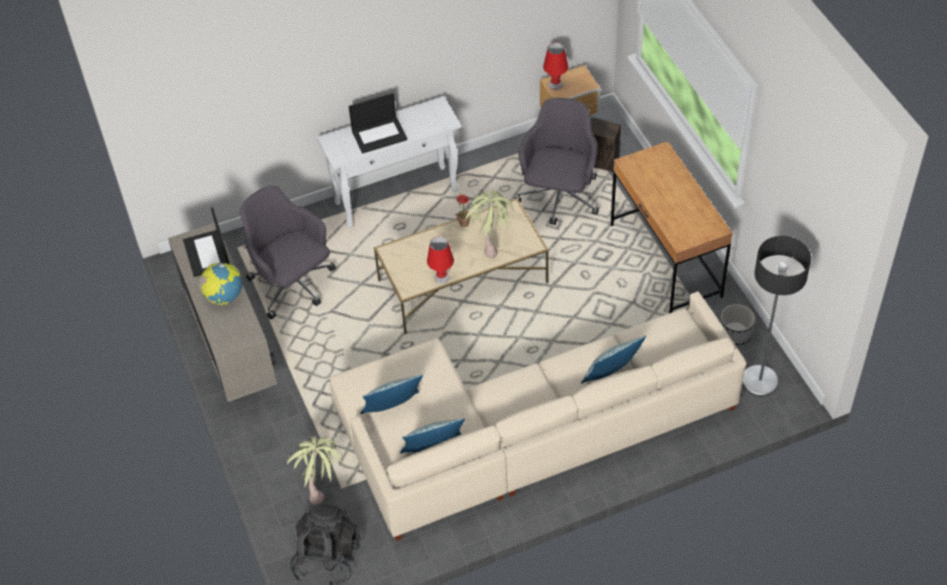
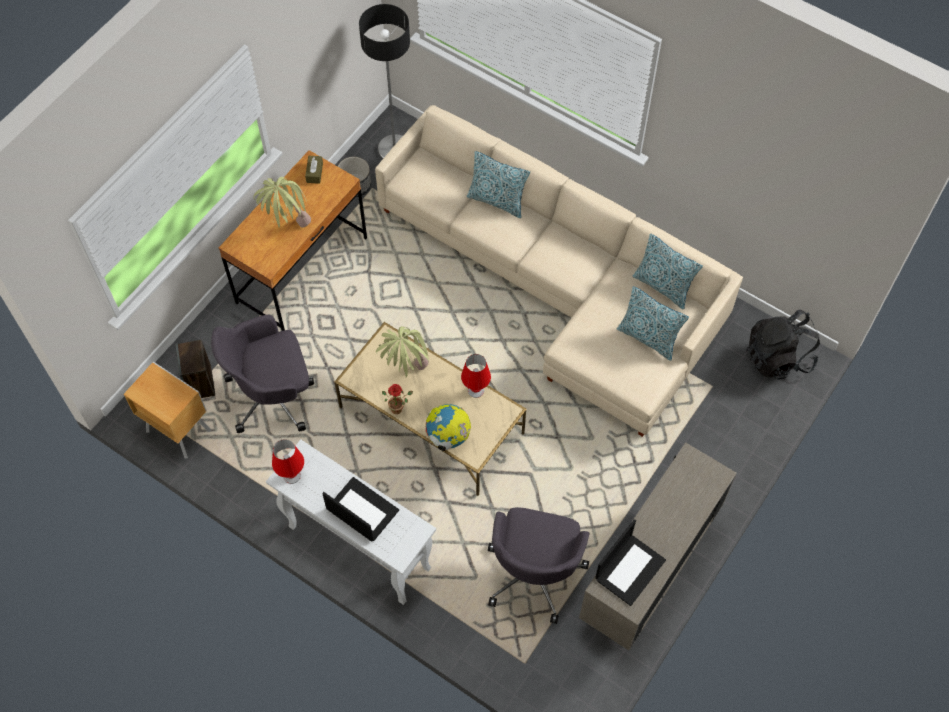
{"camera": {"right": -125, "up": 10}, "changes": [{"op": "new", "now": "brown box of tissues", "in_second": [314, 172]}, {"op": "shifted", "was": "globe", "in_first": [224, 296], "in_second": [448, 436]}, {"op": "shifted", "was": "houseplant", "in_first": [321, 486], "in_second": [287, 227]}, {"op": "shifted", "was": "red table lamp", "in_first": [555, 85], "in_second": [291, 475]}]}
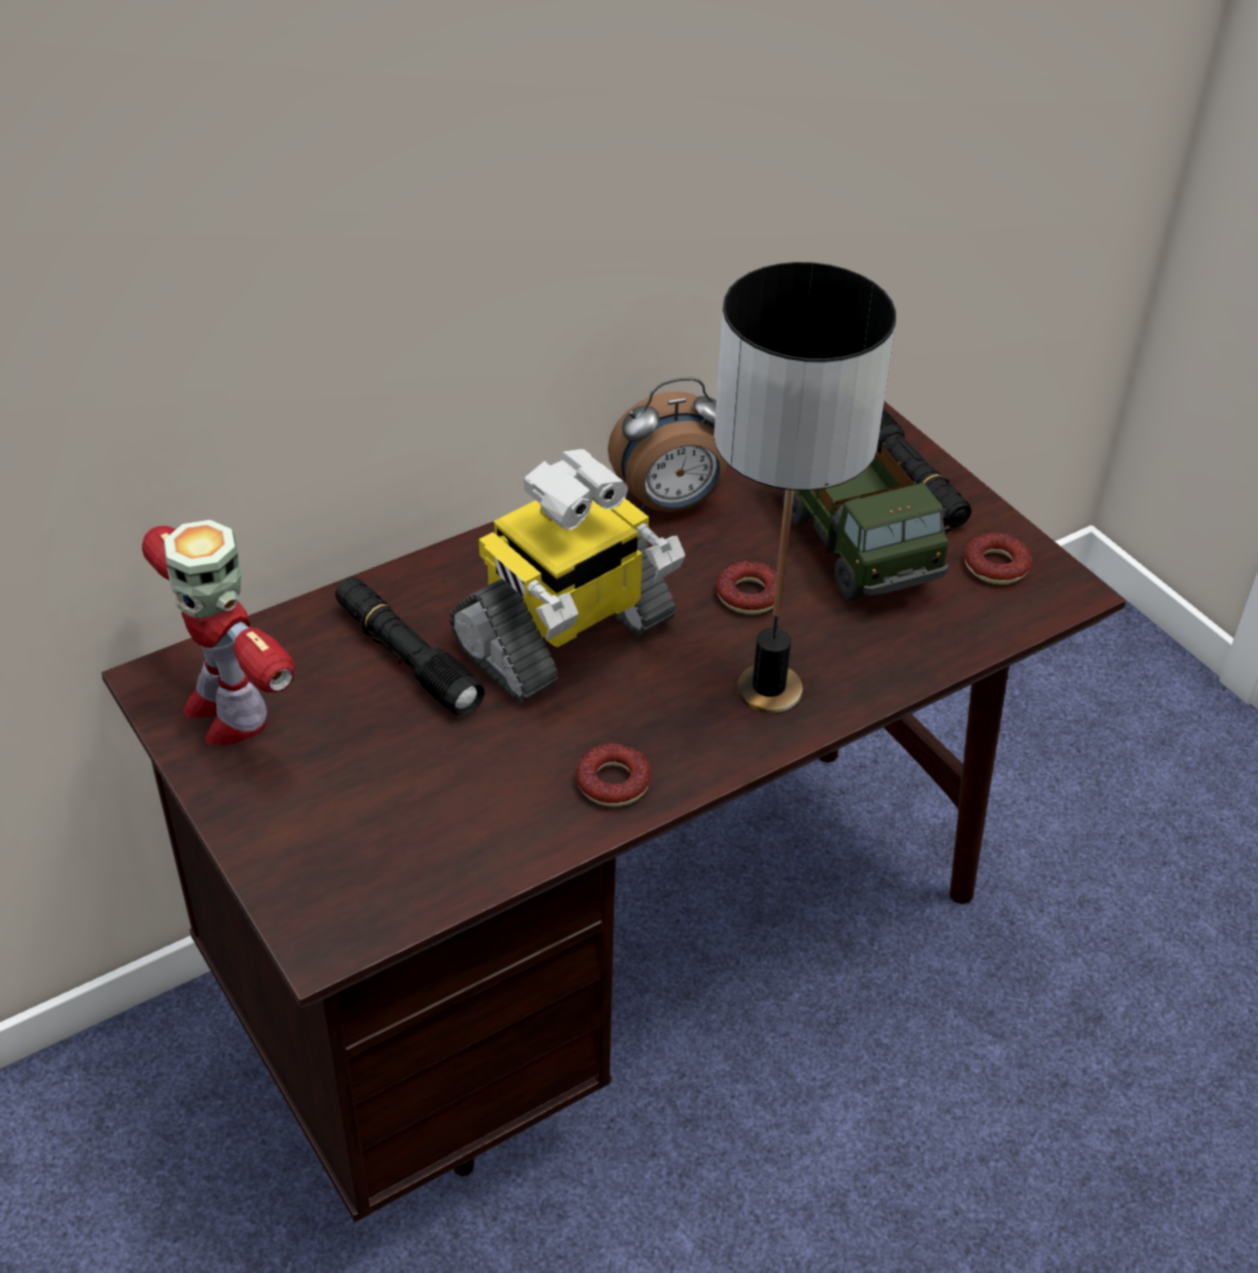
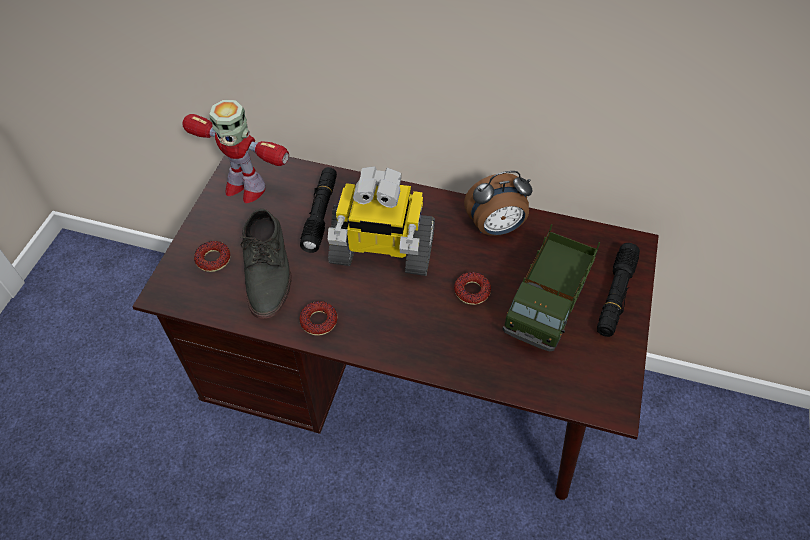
{"camera": {"right": 50, "up": 10}, "changes": [{"op": "gone", "was": "table lamp", "in_first": [767, 689]}, {"op": "new", "now": "greyish shoe", "in_second": [268, 270]}, {"op": "shifted", "was": "ring doughnut", "in_first": [995, 566], "in_second": [213, 259]}, {"op": "rotated", "was": "model robot", "in_first": [227, 711], "in_second": [244, 187], "clockwise": -75}, {"op": "rotated", "was": "bedside clock", "in_first": [670, 503], "in_second": [495, 228], "clockwise": -45}]}
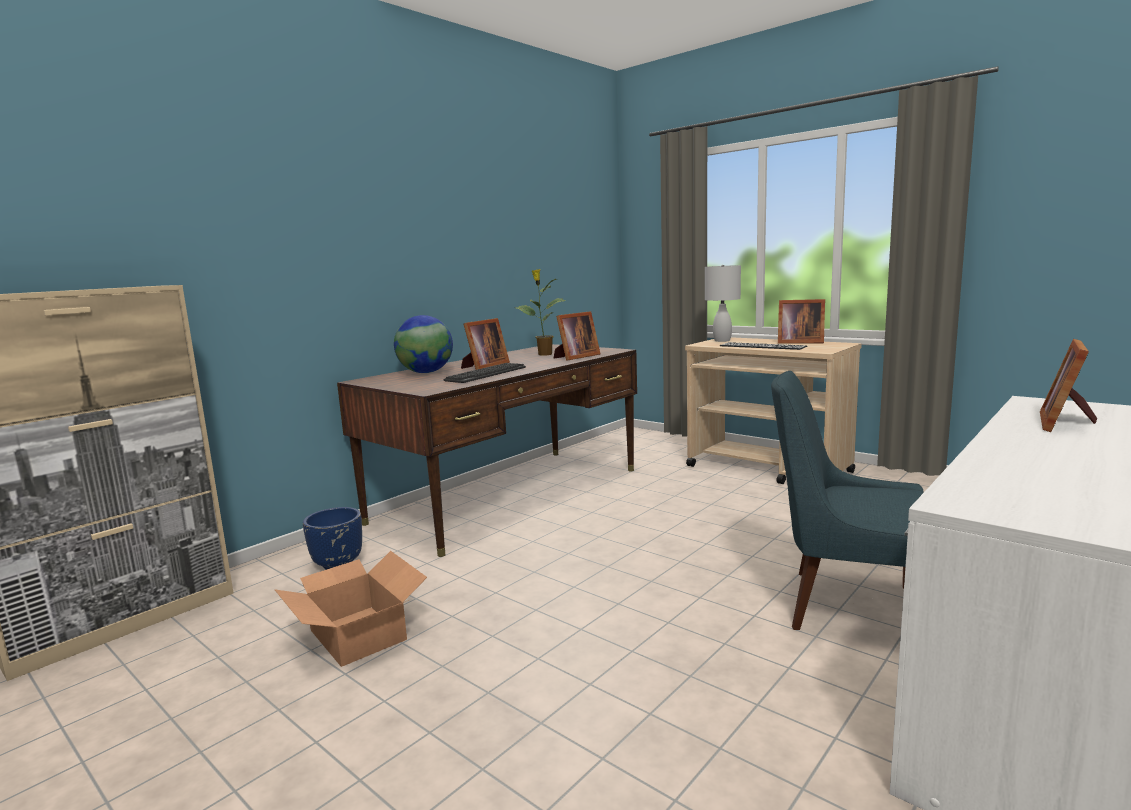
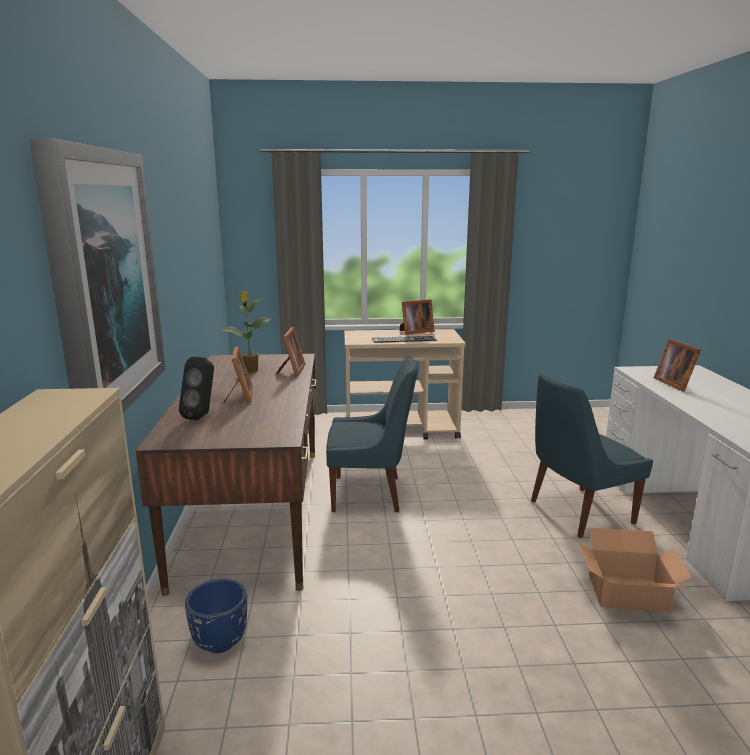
{"camera": {"right": -45, "up": 5}, "changes": [{"op": "gone", "was": "keyboard", "in_first": [486, 374]}, {"op": "gone", "was": "white table lamp", "in_first": [721, 340]}, {"op": "new", "now": "wall picture", "in_second": [103, 281]}, {"op": "new", "now": "blue-coloured plain chair", "in_second": [370, 494]}, {"op": "shifted", "was": "packing box", "in_first": [358, 634], "in_second": [626, 592]}, {"op": "swapped", "was": "globe", "now": "blackish loudspeaker", "in_first": [426, 372], "in_second": [202, 416]}]}
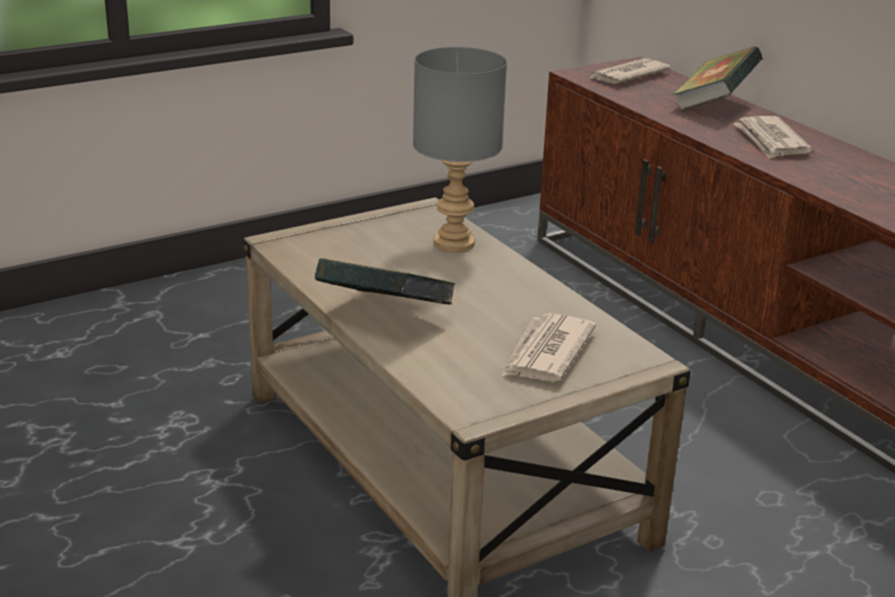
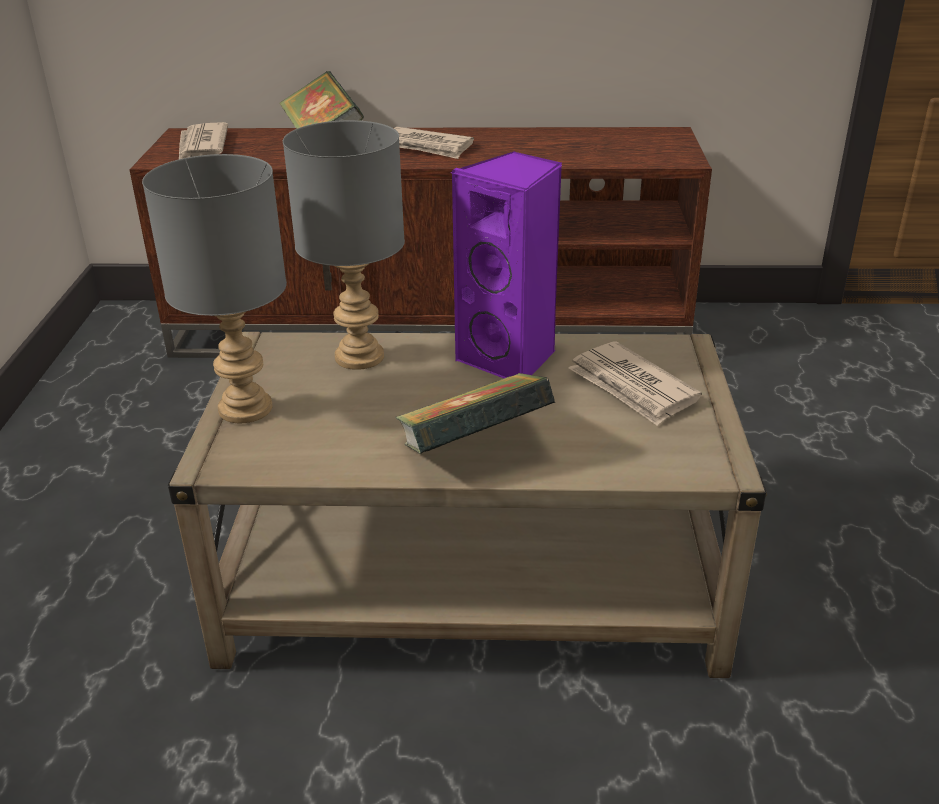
{"camera": {"right": -55, "up": 5}, "changes": [{"op": "new", "now": "greyish table lamp", "in_second": [245, 407]}, {"op": "new", "now": "purplish loudspeaker", "in_second": [511, 359]}]}
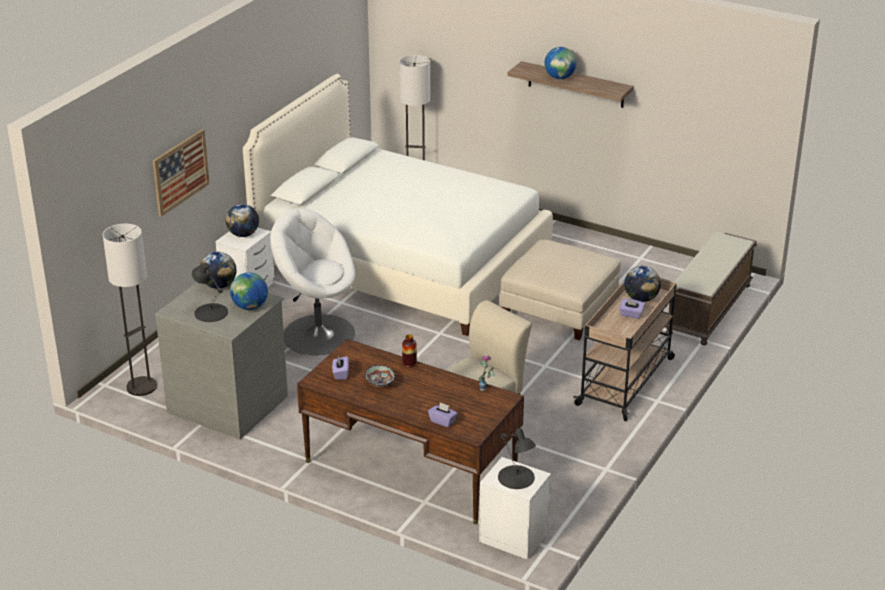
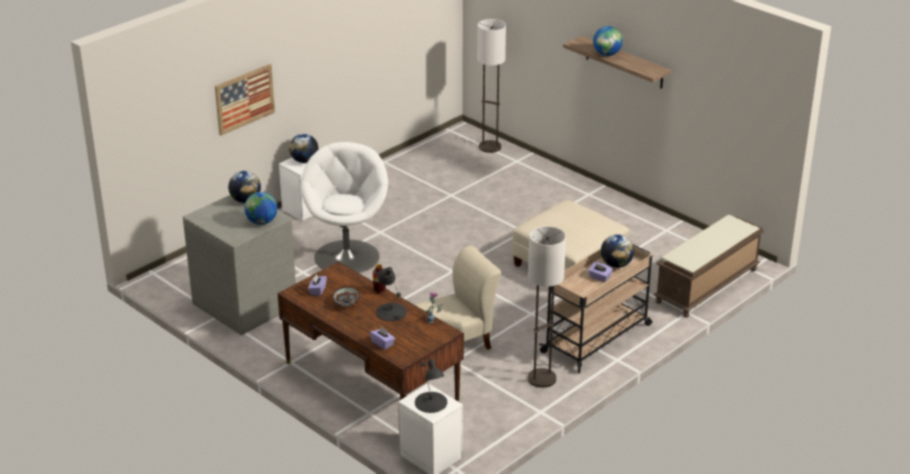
{"camera": {"right": 15, "up": 0}, "changes": [{"op": "gone", "was": "white bedroom bed", "in_first": [401, 262]}, {"op": "shifted", "was": "standing lamp", "in_first": [141, 387], "in_second": [542, 378]}, {"op": "shifted", "was": "blackish table lamp", "in_first": [211, 312], "in_second": [391, 311]}, {"op": "rotated", "was": "white armchair", "in_first": [317, 334], "in_second": [347, 256], "clockwise": 60}]}
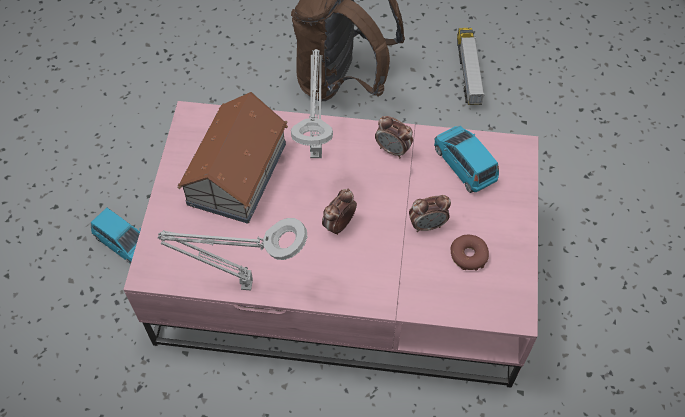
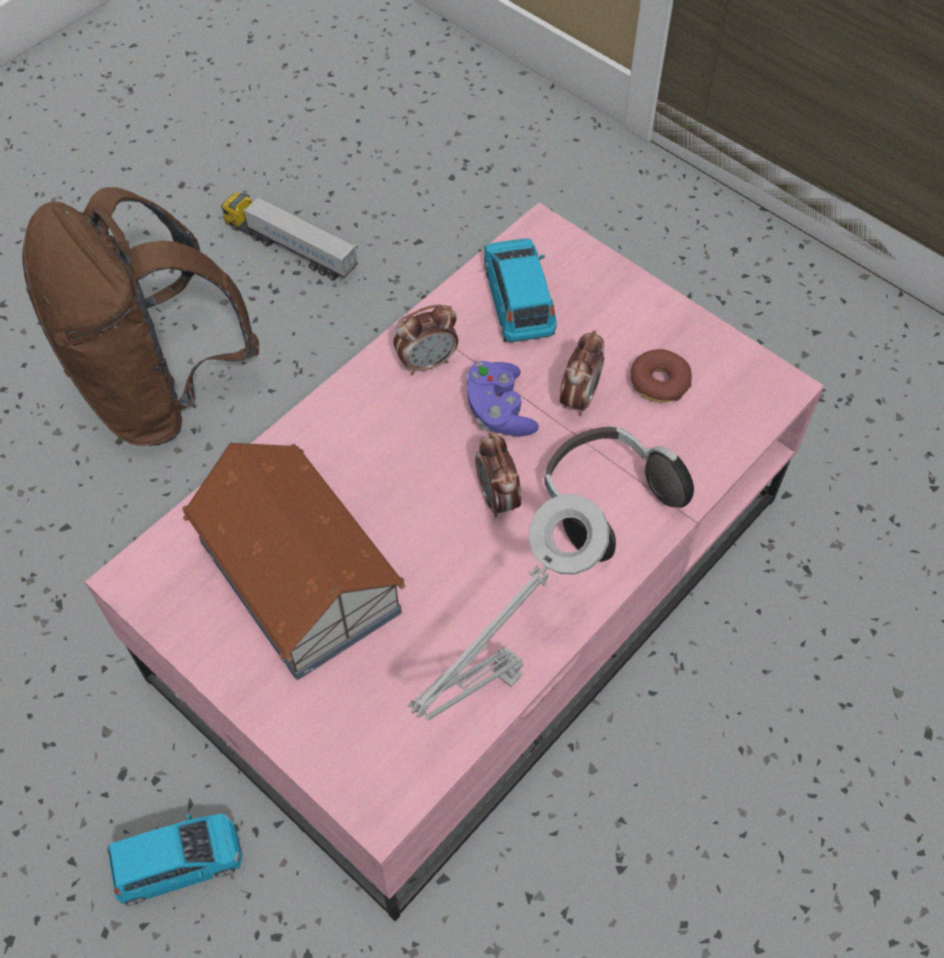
{"camera": {"right": -55, "up": 0}, "changes": [{"op": "gone", "was": "greyish table lamp", "in_first": [316, 152]}, {"op": "new", "now": "purplish gamepad", "in_second": [499, 410]}, {"op": "new", "now": "headphones", "in_second": [606, 501]}, {"op": "rotated", "was": "blue-coloured toy car", "in_first": [464, 164], "in_second": [518, 301], "clockwise": 75}]}
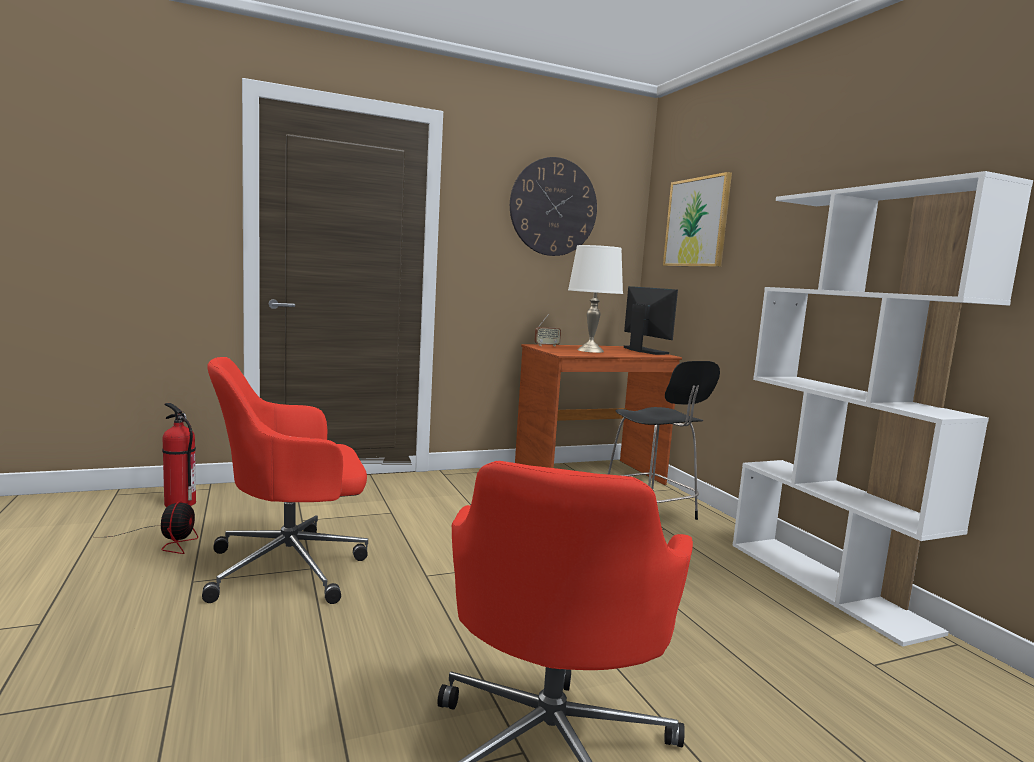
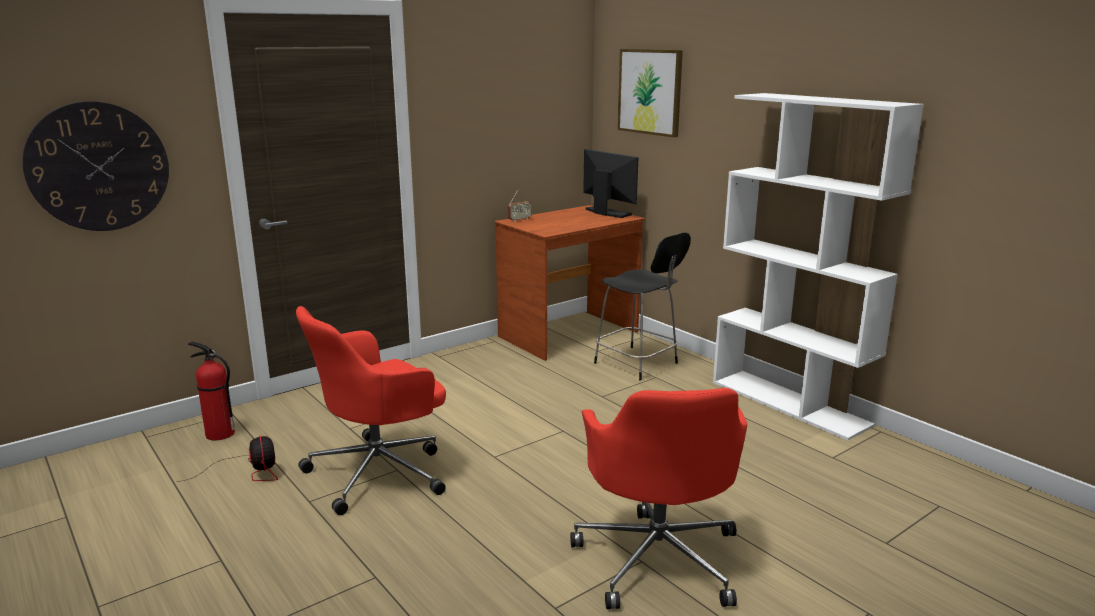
{"camera": {"right": -15, "up": 10}, "changes": [{"op": "gone", "was": "white table lamp", "in_first": [591, 350]}, {"op": "shifted", "was": "hanging clock", "in_first": [553, 207], "in_second": [98, 167]}]}
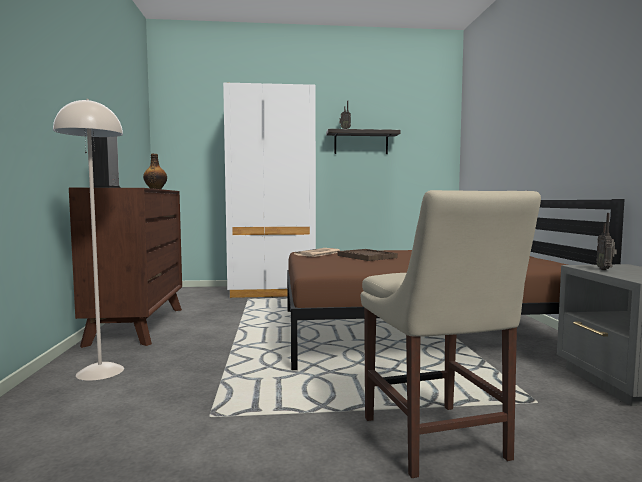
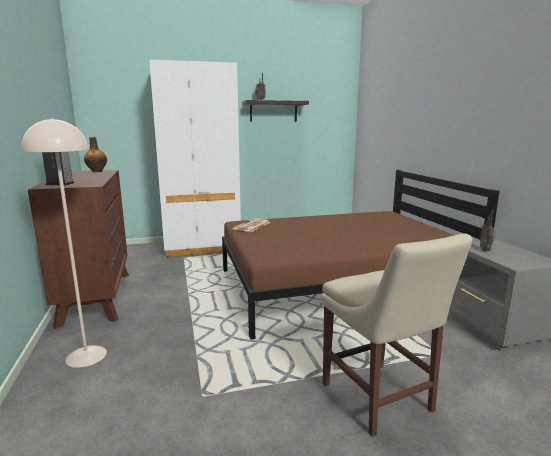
{"camera": {"right": -10, "up": 10}, "changes": [{"op": "gone", "was": "brown tray", "in_first": [366, 256]}]}
